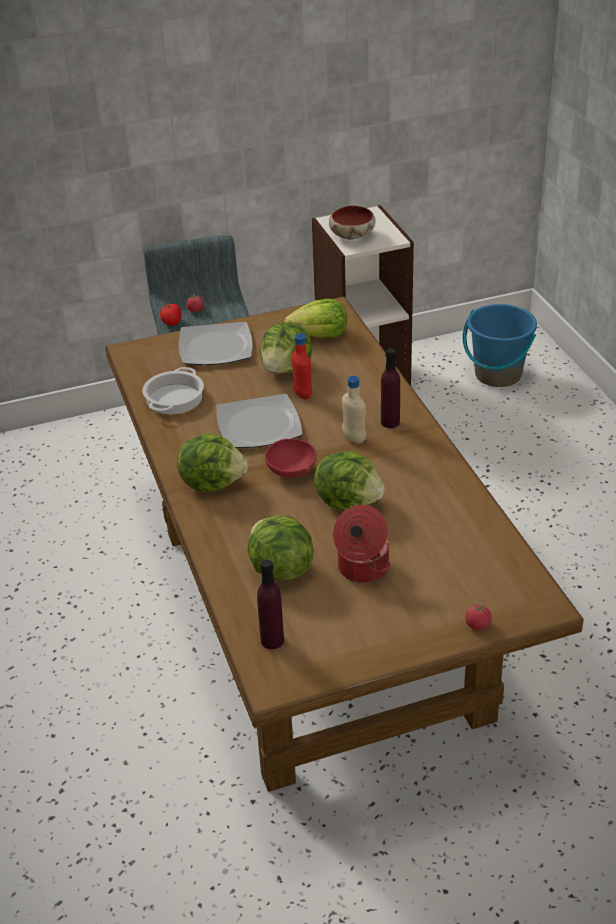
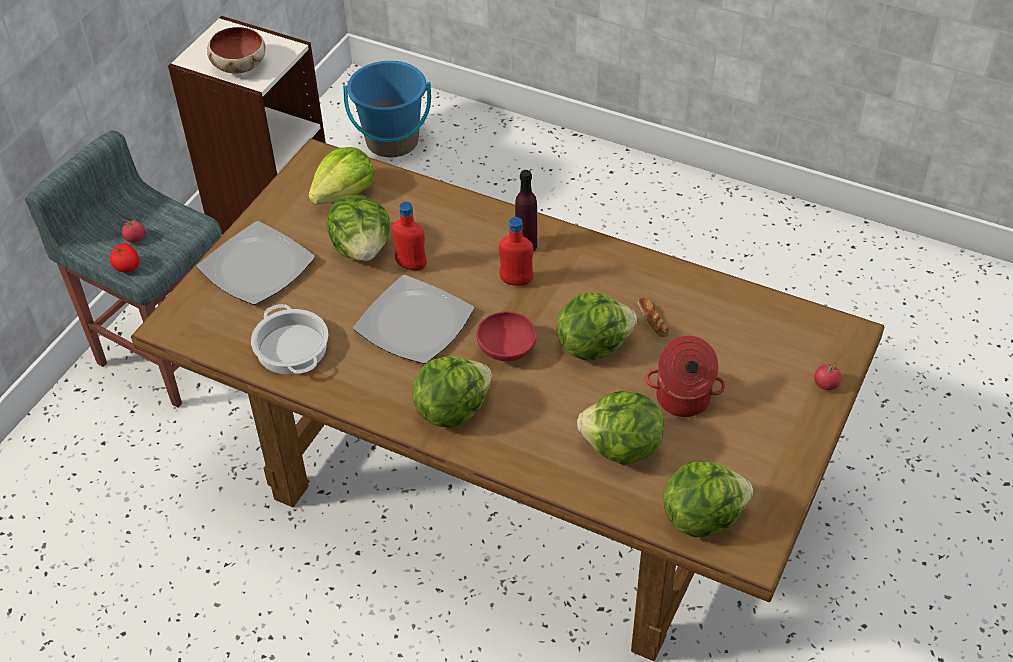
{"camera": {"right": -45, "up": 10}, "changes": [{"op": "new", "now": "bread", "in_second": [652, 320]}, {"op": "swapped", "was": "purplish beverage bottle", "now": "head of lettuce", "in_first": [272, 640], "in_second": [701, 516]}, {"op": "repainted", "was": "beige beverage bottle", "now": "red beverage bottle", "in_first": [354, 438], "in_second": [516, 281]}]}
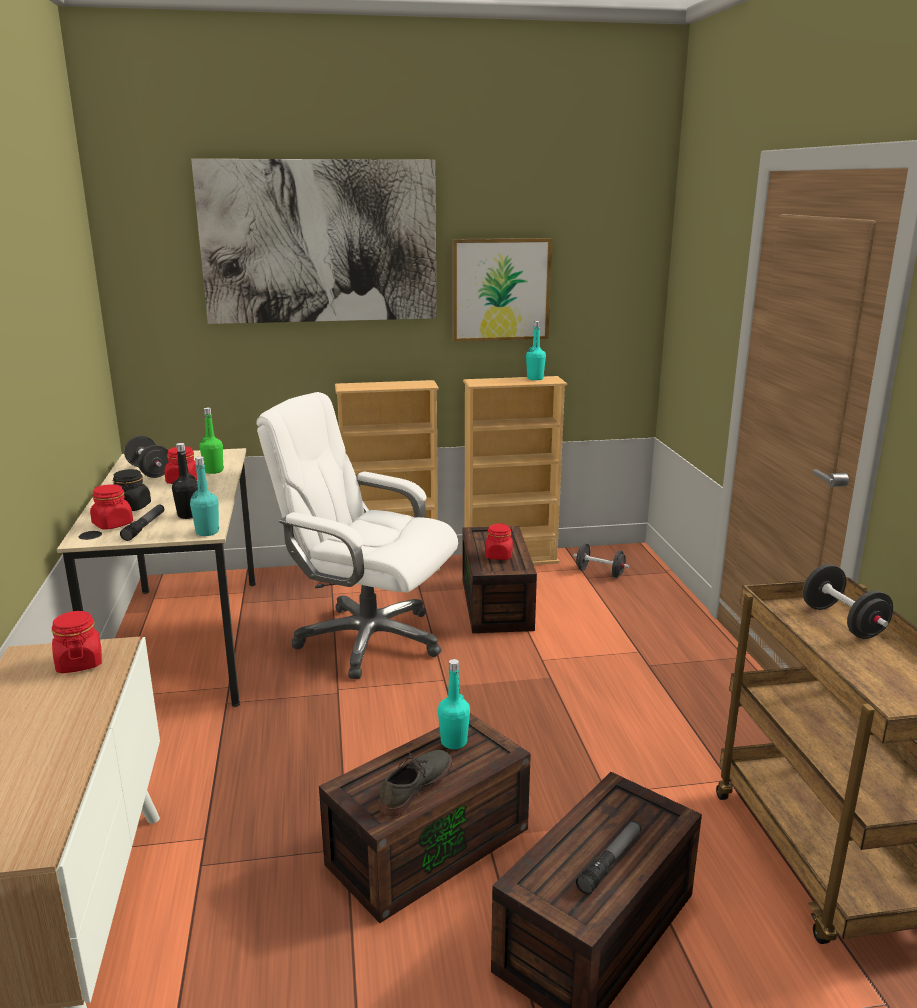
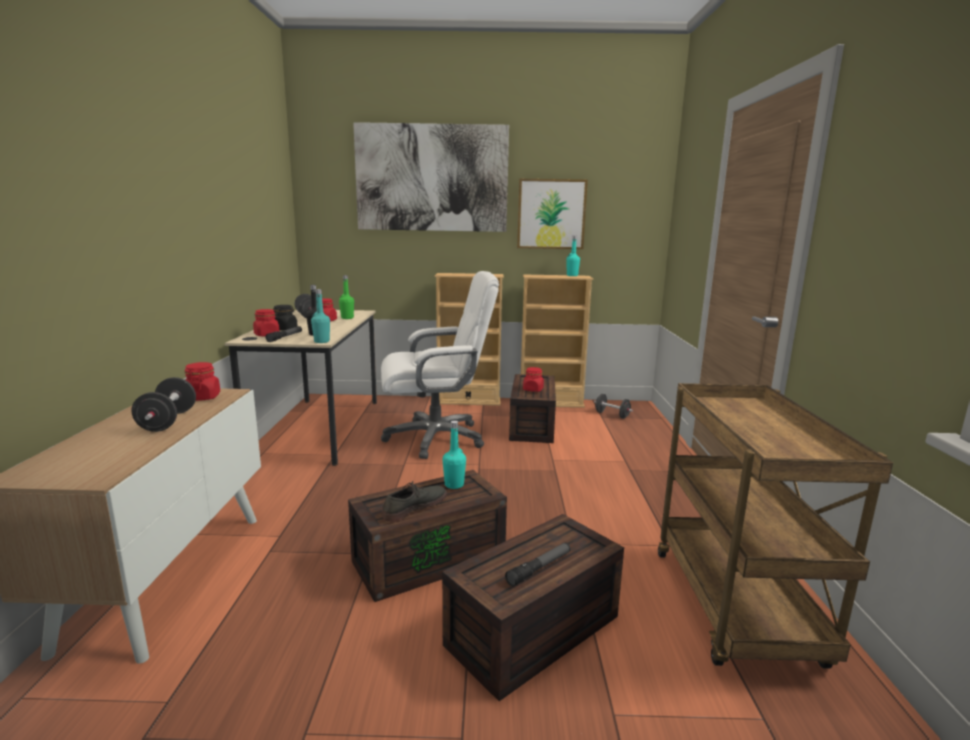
{"camera": {"right": 10, "up": -5}, "changes": [{"op": "shifted", "was": "blackish hand weight", "in_first": [842, 622], "in_second": [168, 421]}, {"op": "rotated", "was": "white desk chair", "in_first": [368, 639], "in_second": [436, 438], "clockwise": 135}]}
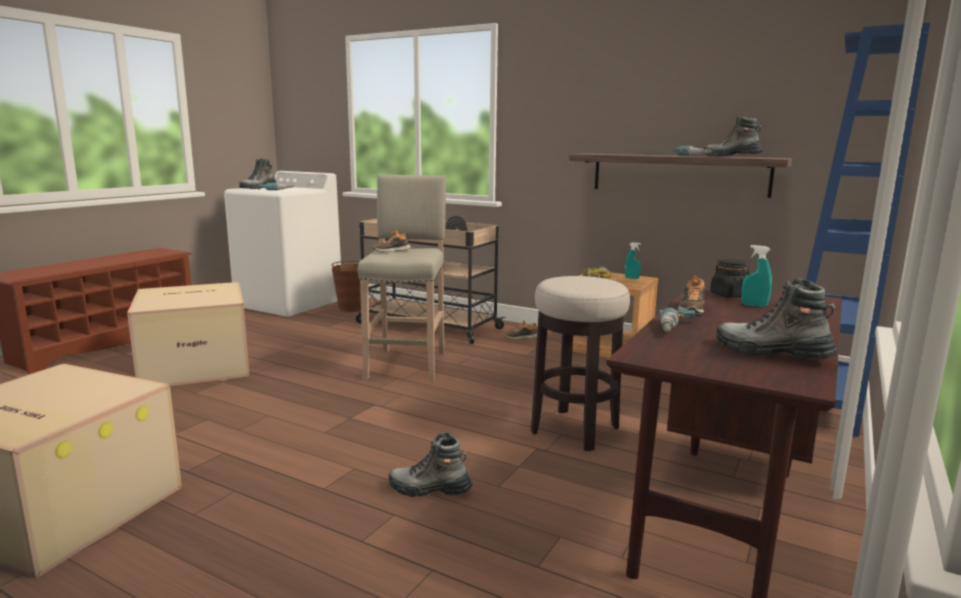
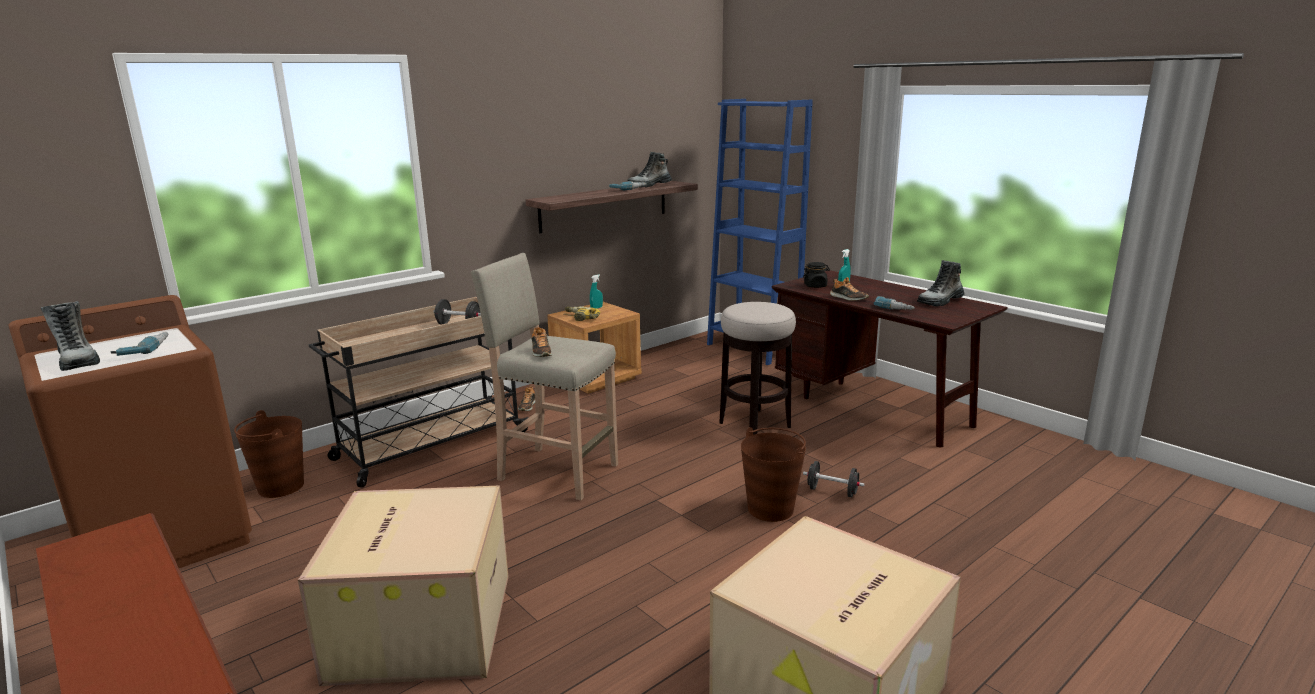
{"camera": {"right": -70, "up": 5}, "changes": [{"op": "new", "now": "brown water bucket", "in_second": [771, 509]}, {"op": "swapped", "was": "tall boot", "now": "blackish hand weight", "in_first": [429, 489], "in_second": [832, 491]}, {"op": "repainted", "was": "white laundry appliance", "now": "brown laundry appliance", "in_first": [289, 303], "in_second": [165, 539]}]}
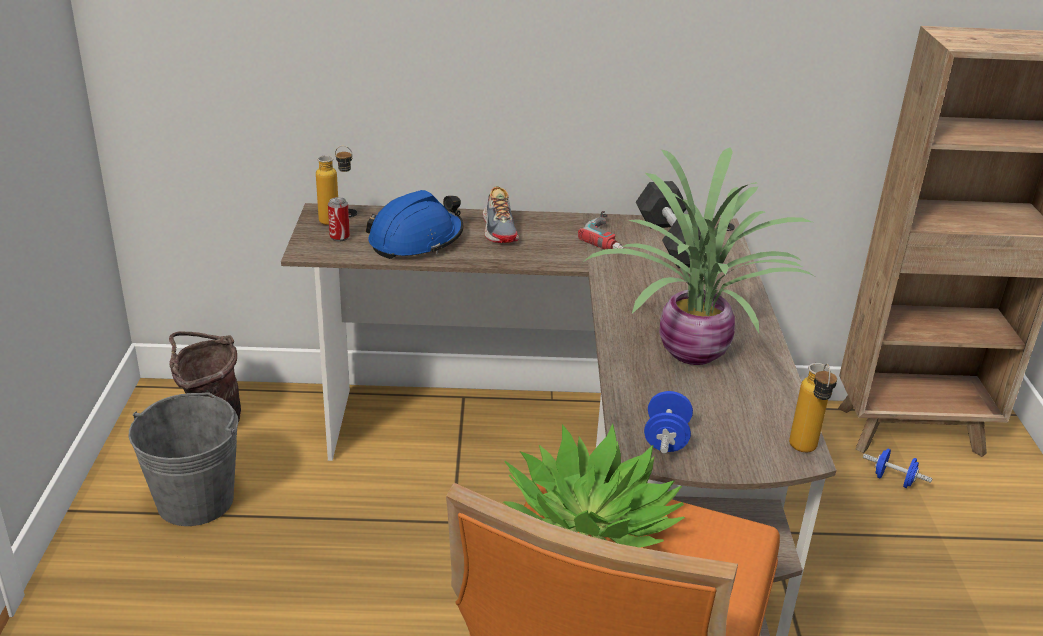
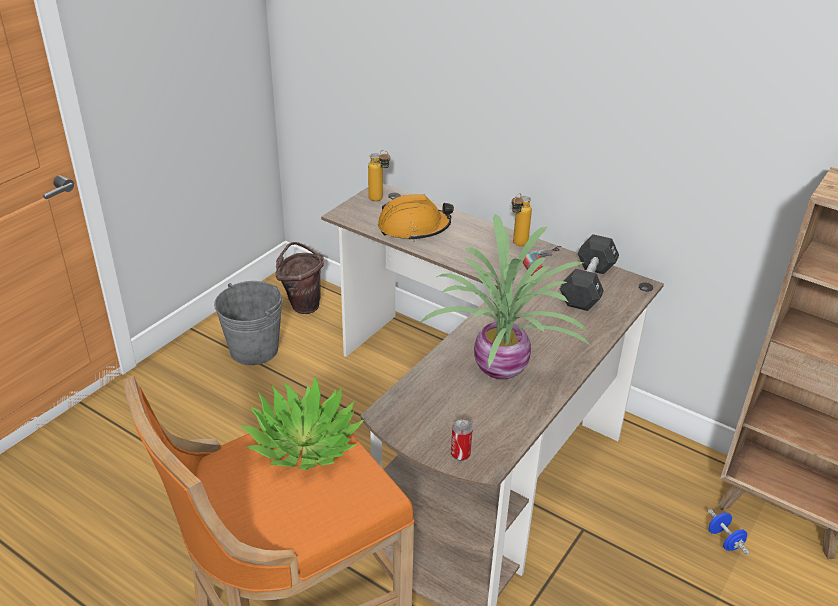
{"camera": {"right": 35, "up": 5}, "changes": [{"op": "gone", "was": "shoe", "in_first": [500, 229]}, {"op": "gone", "was": "blue-coloured hand weight", "in_first": [666, 439]}, {"op": "shifted", "was": "sealed can", "in_first": [339, 237], "in_second": [460, 454]}, {"op": "shifted", "was": "beverage bottle", "in_first": [804, 452], "in_second": [517, 245]}, {"op": "repainted", "was": "blue-coloured work helmet", "now": "orange-coloured work helmet", "in_first": [416, 241], "in_second": [413, 228]}]}
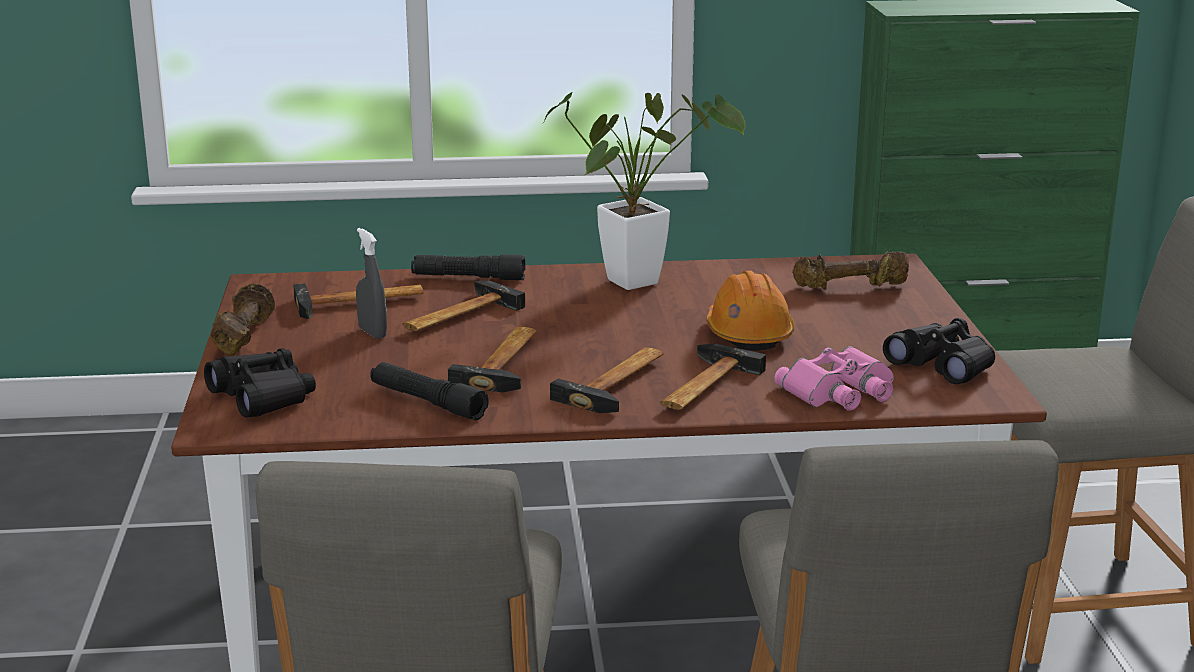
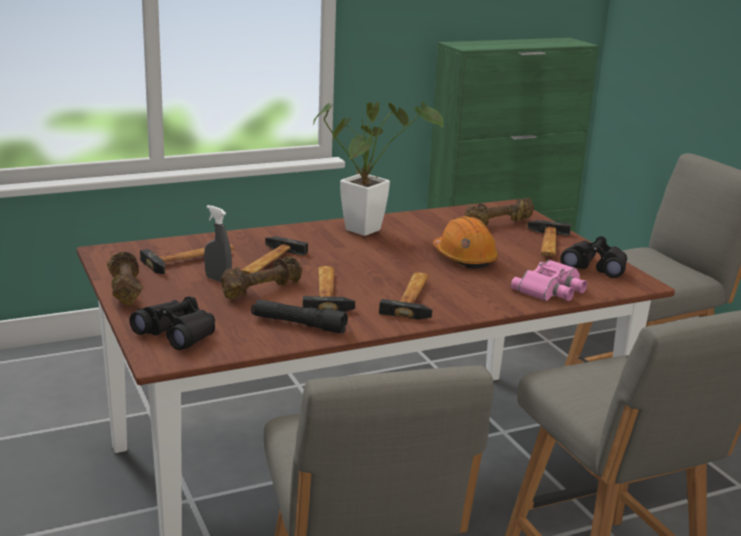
{"camera": {"right": -20, "up": 0}, "changes": [{"op": "gone", "was": "blackish torch", "in_first": [468, 278]}, {"op": "new", "now": "brown hand weight", "in_second": [261, 290]}, {"op": "shifted", "was": "hammer", "in_first": [701, 387], "in_second": [546, 244]}]}
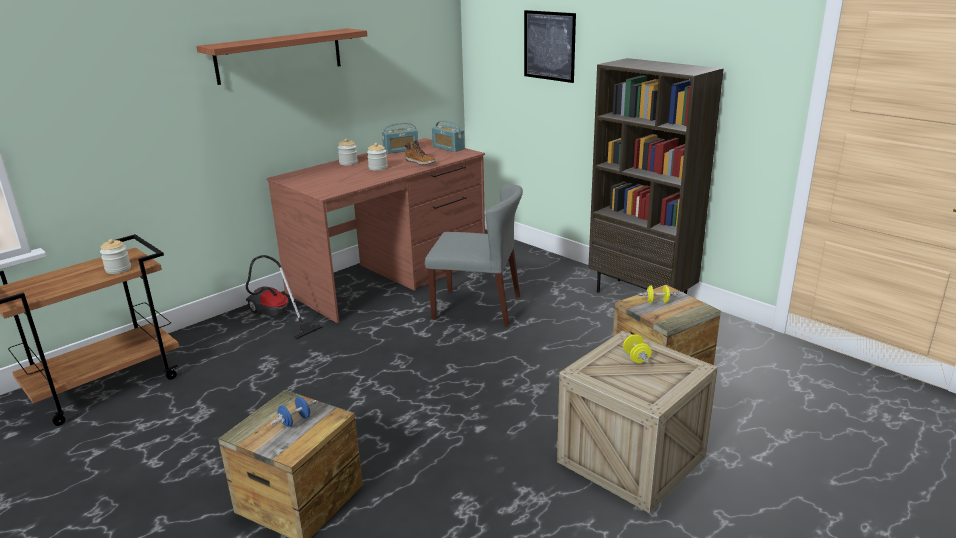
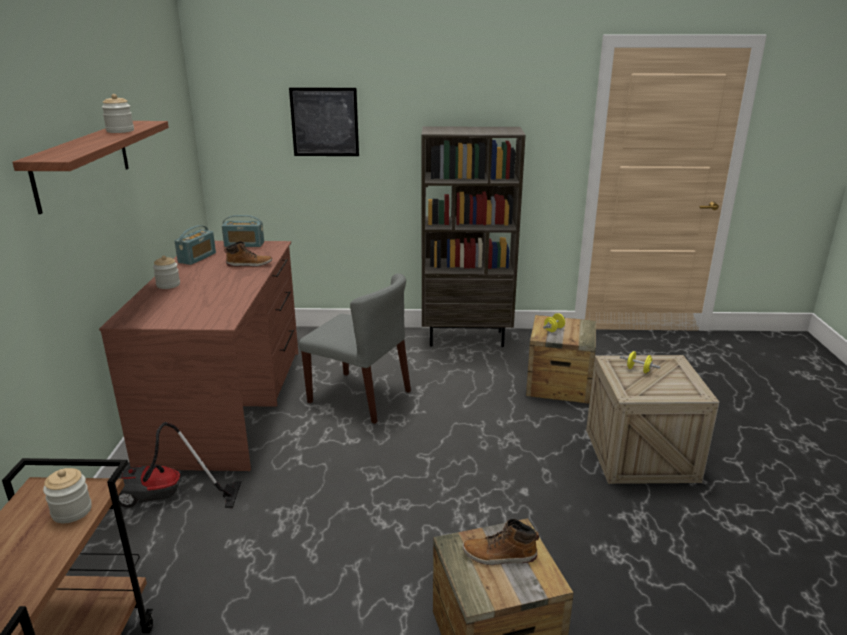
{"camera": {"right": -45, "up": 0}, "changes": [{"op": "shifted", "was": "jar", "in_first": [378, 168], "in_second": [120, 131]}, {"op": "swapped", "was": "blue-coloured hand weight", "now": "tall boot", "in_first": [295, 421], "in_second": [499, 556]}, {"op": "rotated", "was": "greyish plain chair", "in_first": [478, 307], "in_second": [360, 396], "clockwise": 60}]}
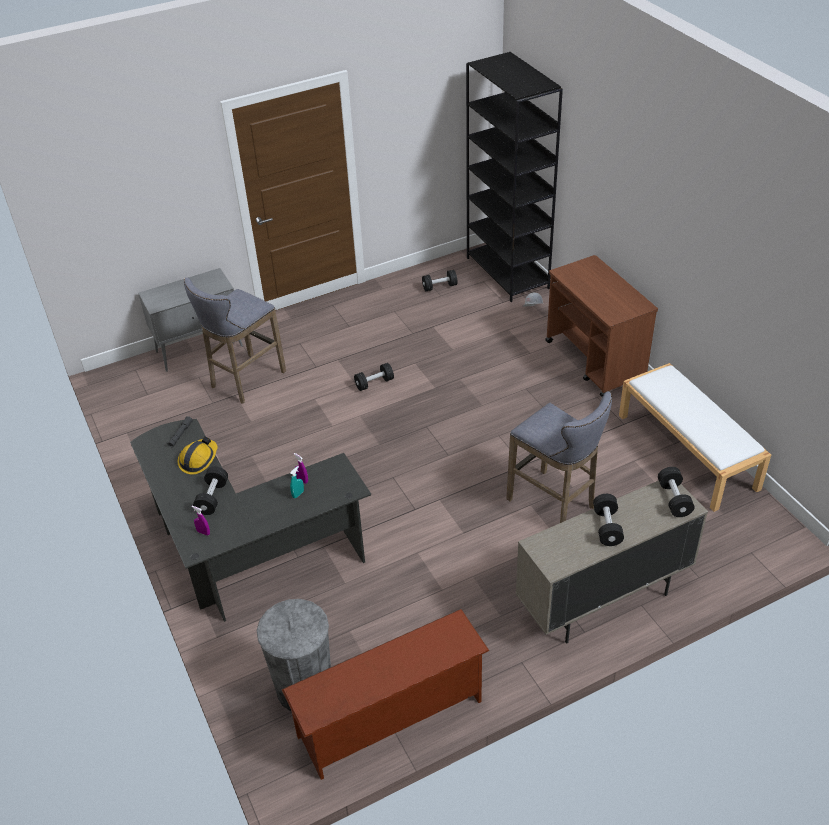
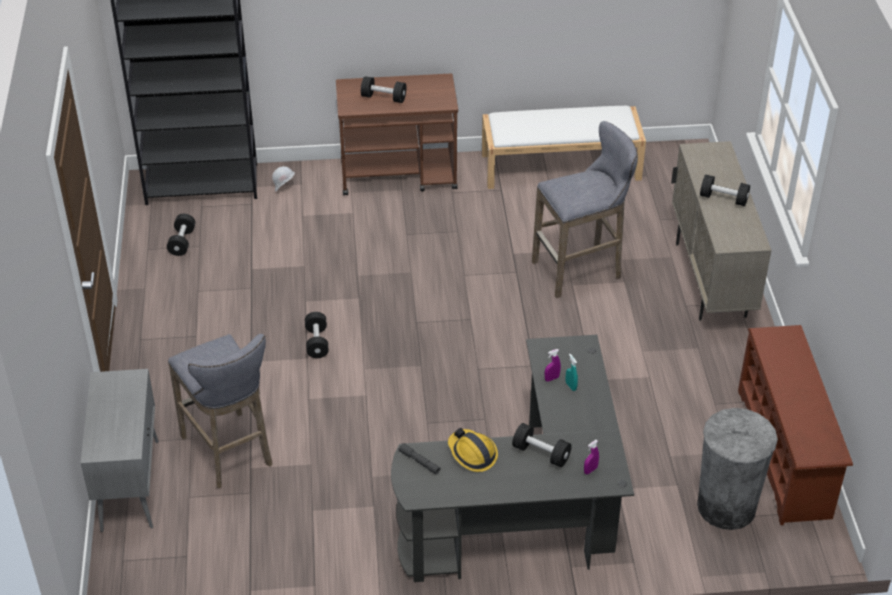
{"camera": {"right": -70, "up": 0}, "changes": [{"op": "shifted", "was": "blackish hand weight", "in_first": [674, 499], "in_second": [383, 97]}]}
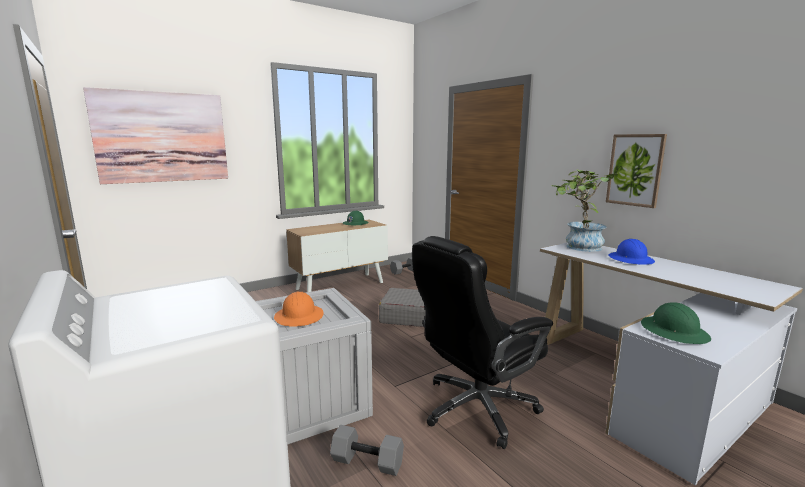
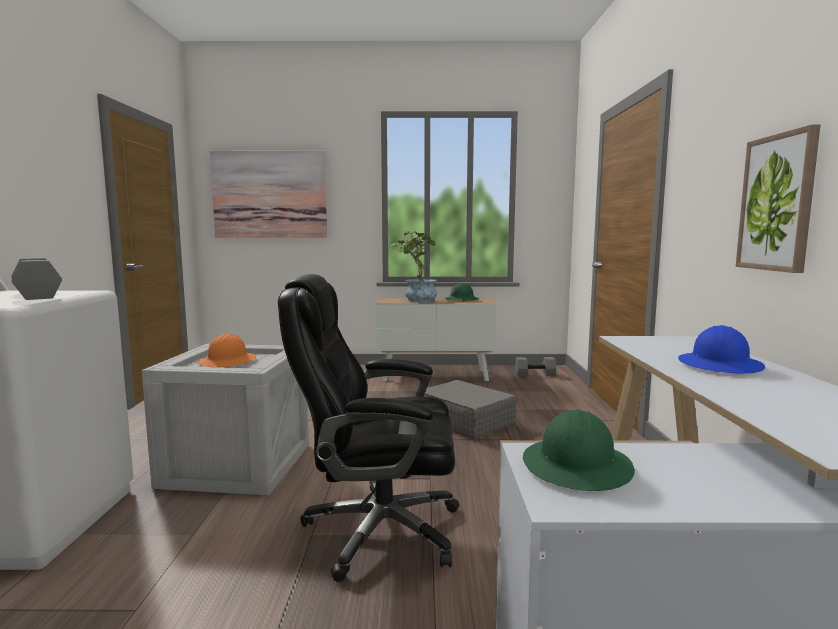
{"camera": {"right": 35, "up": -5}, "changes": [{"op": "shifted", "was": "greyish hand weight", "in_first": [366, 462], "in_second": [36, 295]}, {"op": "shifted", "was": "houseplant", "in_first": [578, 247], "in_second": [417, 300]}]}
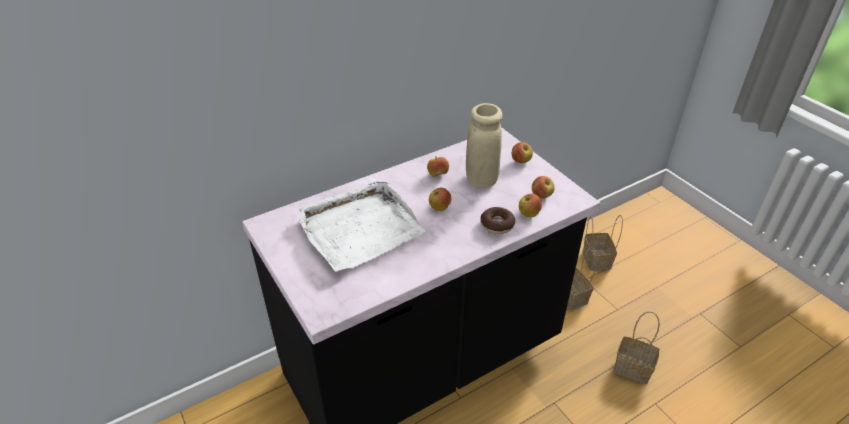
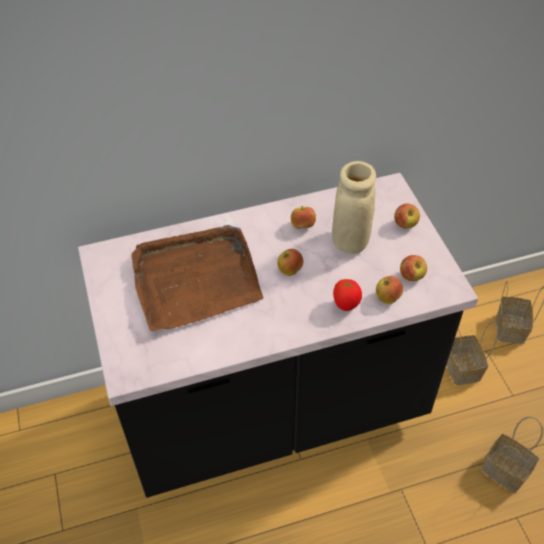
{"camera": {"right": 15, "up": 10}, "changes": [{"op": "swapped", "was": "ring doughnut", "now": "fresh tomato", "in_first": [497, 225], "in_second": [346, 305]}, {"op": "repainted", "was": "white tray", "now": "brown tray", "in_first": [359, 228], "in_second": [195, 280]}]}
